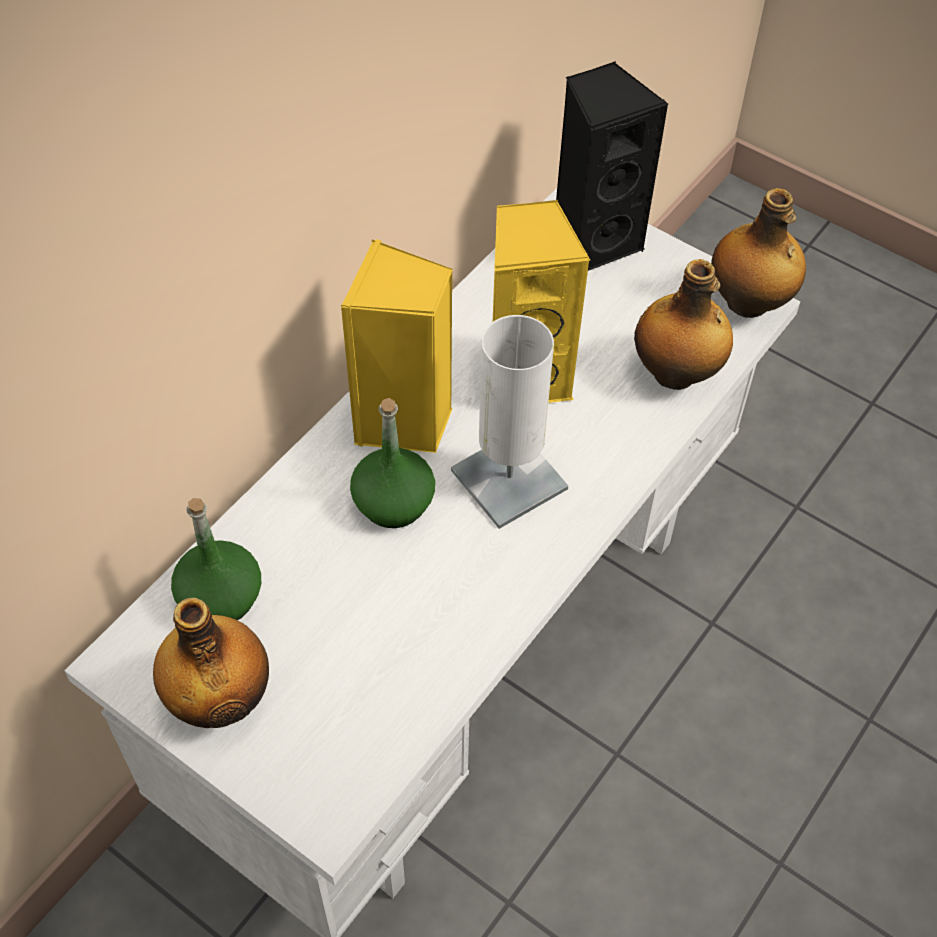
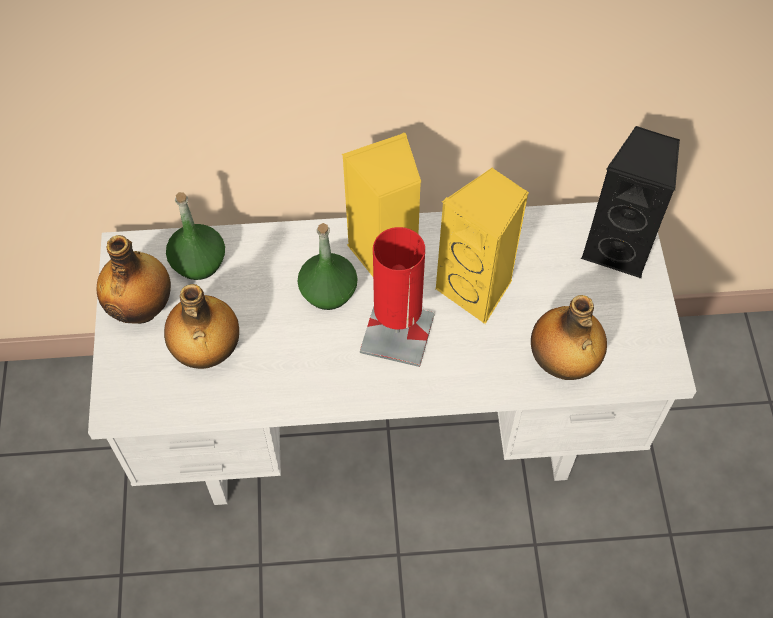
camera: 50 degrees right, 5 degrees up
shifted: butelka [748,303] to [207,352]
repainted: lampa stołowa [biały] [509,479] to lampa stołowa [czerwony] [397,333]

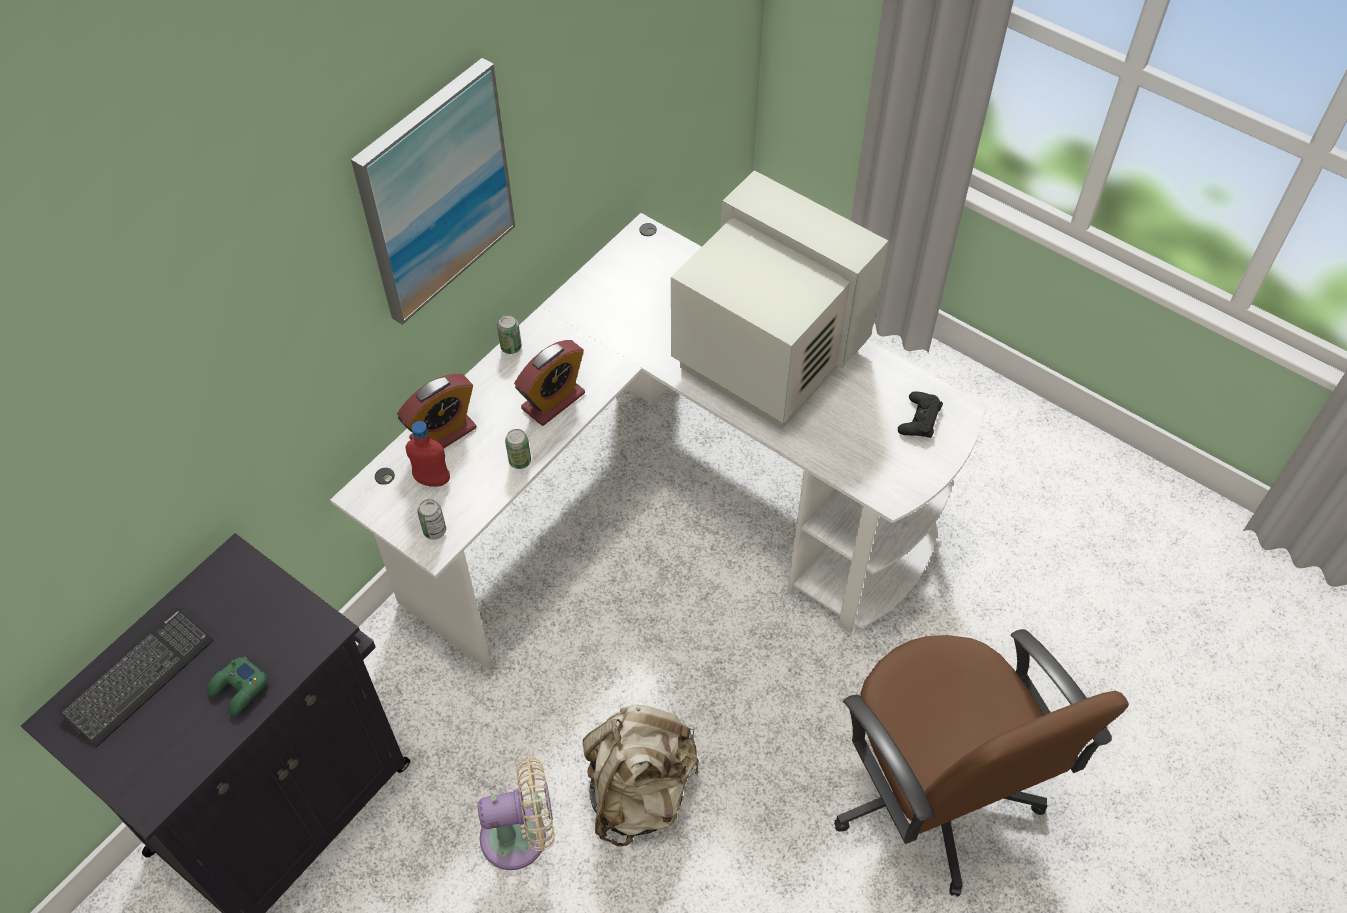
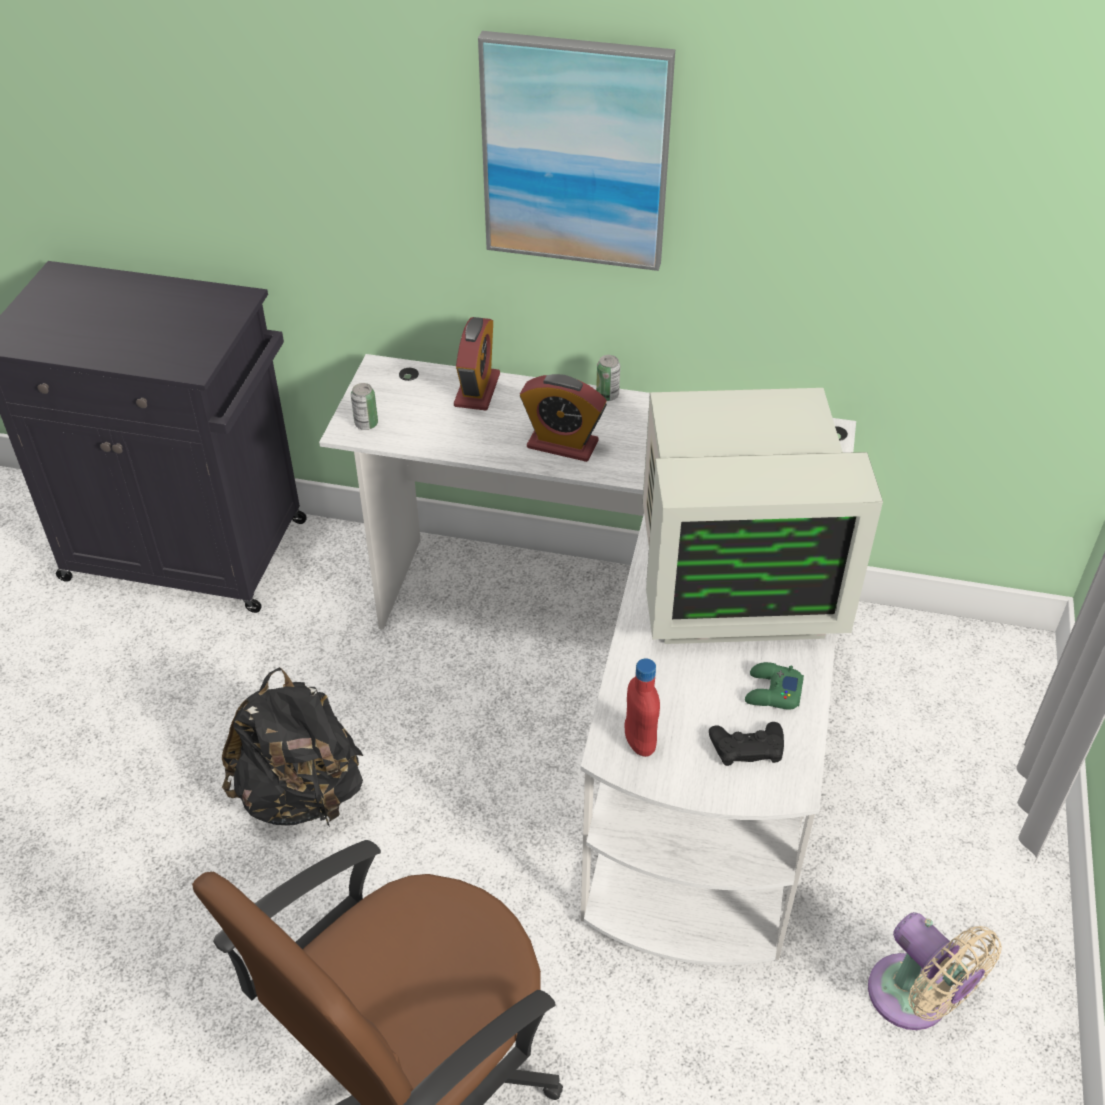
camera: 65 degrees right, 10 degrees down
gone: klawiatura [139,677]; puszka [520,461]
shifted: pad do gier [zielony] [239,689] to [772,692]; butelka [czerwony] [432,480] to [639,742]; wentylator [beżowy] [521,836] to [915,999]
repainted: plecak [beżowy] [640,791] to plecak [czarny] [301,794]
rotated: budzik [443,433] = [477,390] 105 degrees counterclockwise; monitor [766,359] = [733,581] 75 degrees clockwise

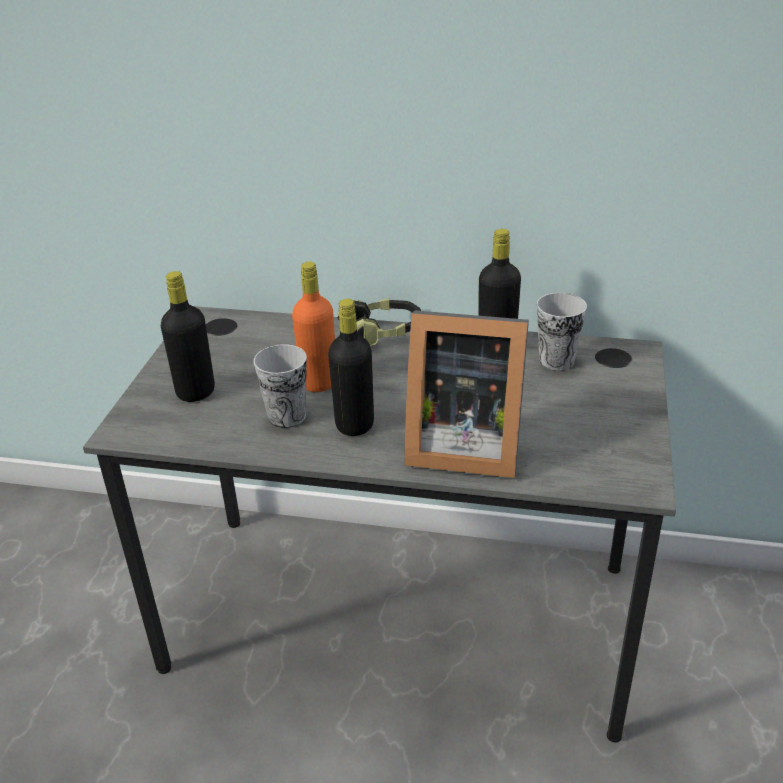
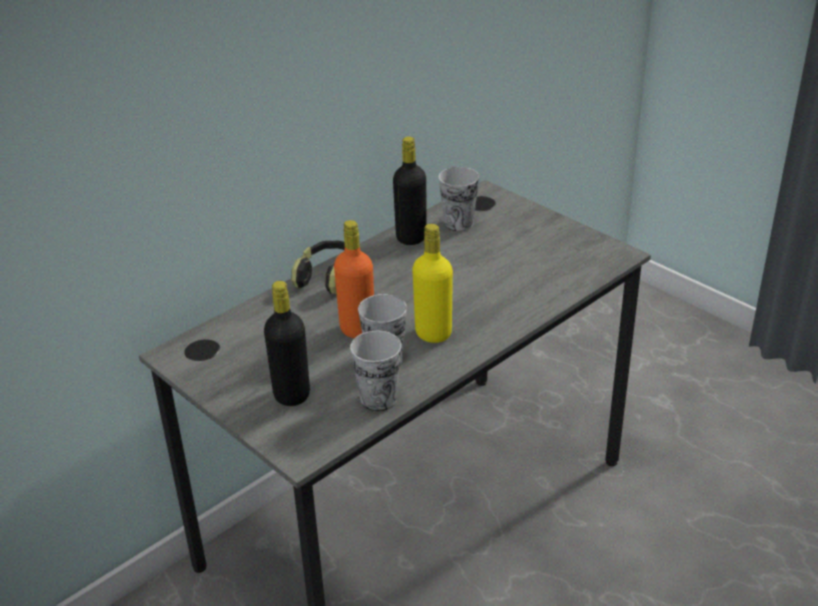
camera: 55 degrees left, 0 degrees up
gone: ramka na zdjęcie [461,446]
new: filiżanka [378,399]
repainted: butelka [czarny] [354,425] to butelka [żółty] [433,333]

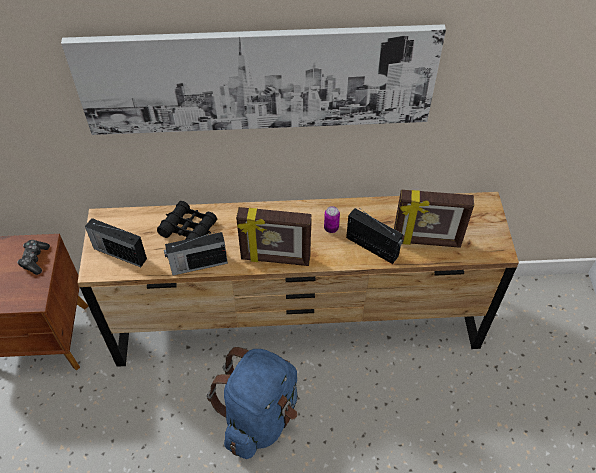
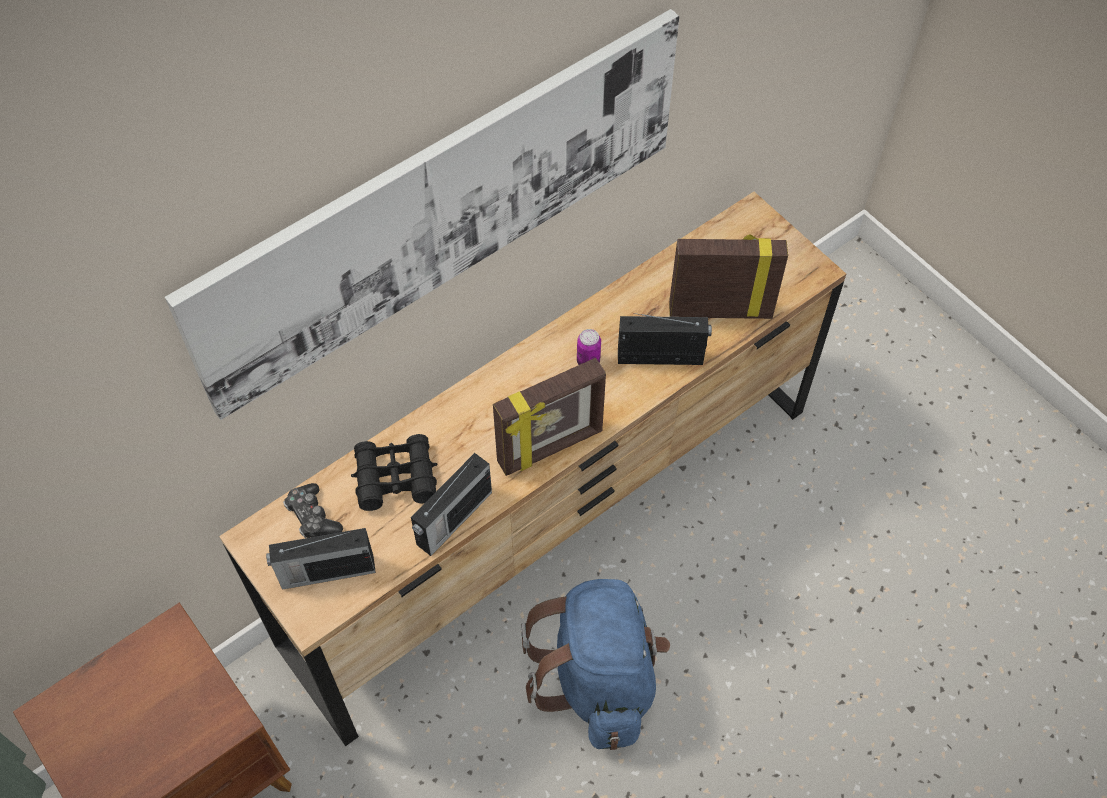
camera: 35 degrees left, 5 degrees up
shifted: pad do gier [35,259] to [313,517]
rotated: ramka na zdjęcie [426,241] = [720,310] 150 degrees counterclockwise

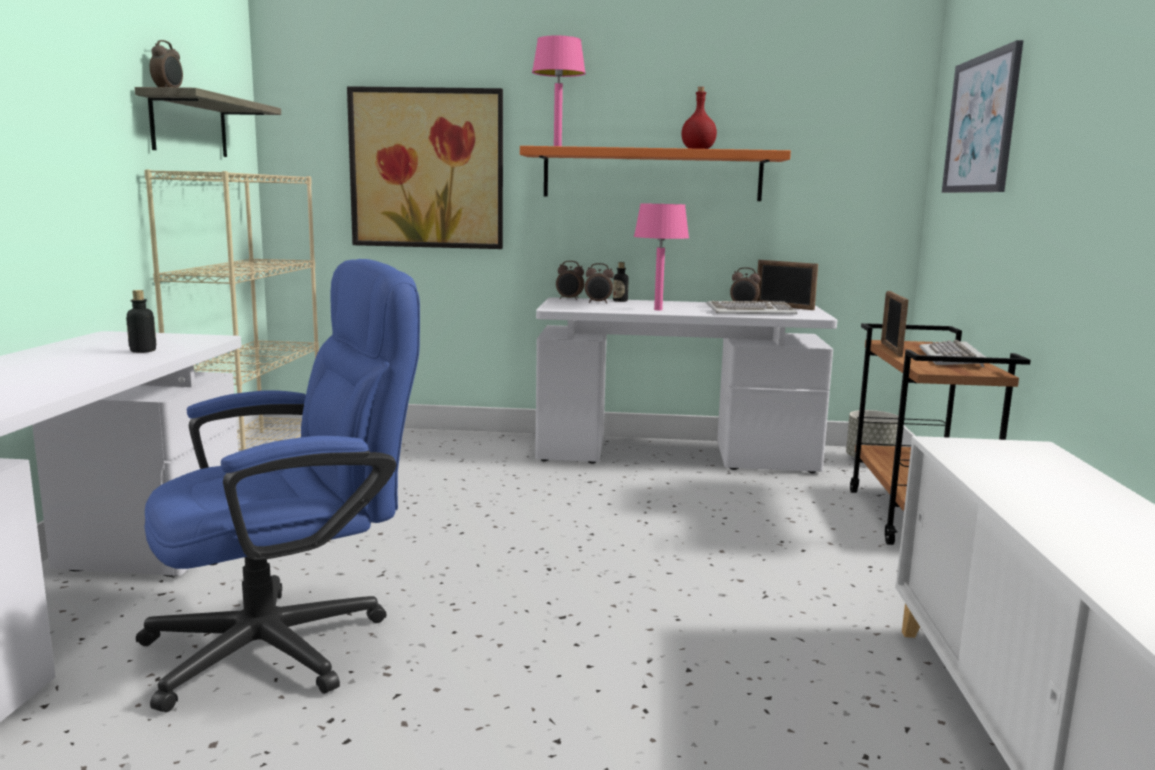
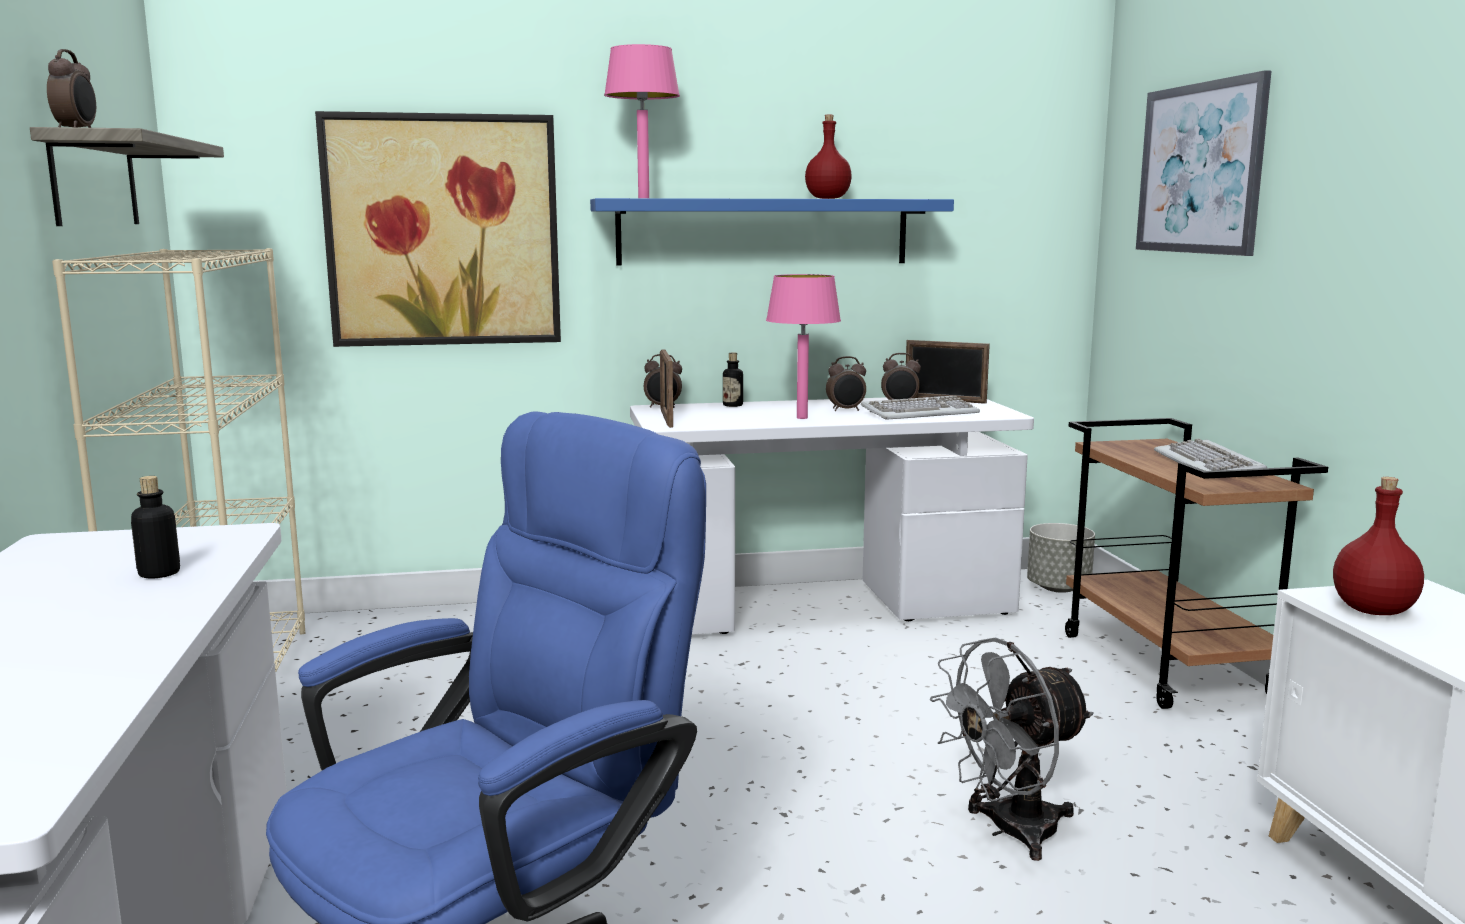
camera: 15 degrees left, 0 degrees up
new: wentylator [szary] [1009,831]; butelka [czerwony] [1371,610]
shifted: budzik [598,303] to [846,410]; ramka na zdjęcie [891,349] to [666,419]
repainted: półka [pomarańczowy] [652,174] to półka [niebieski] [763,232]

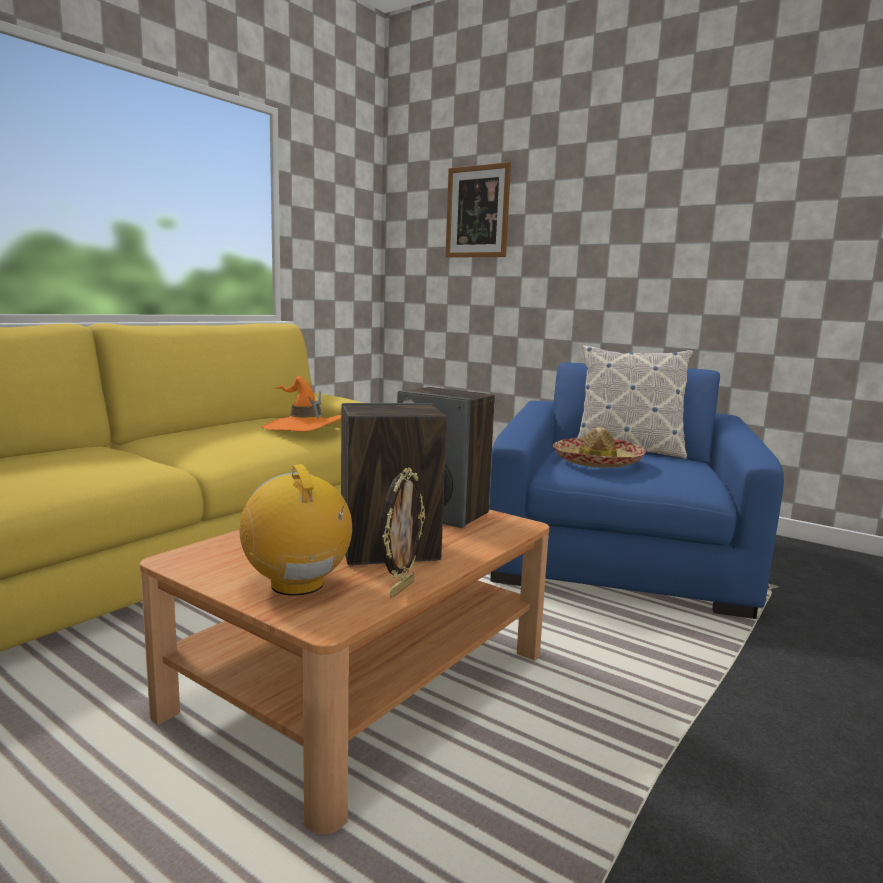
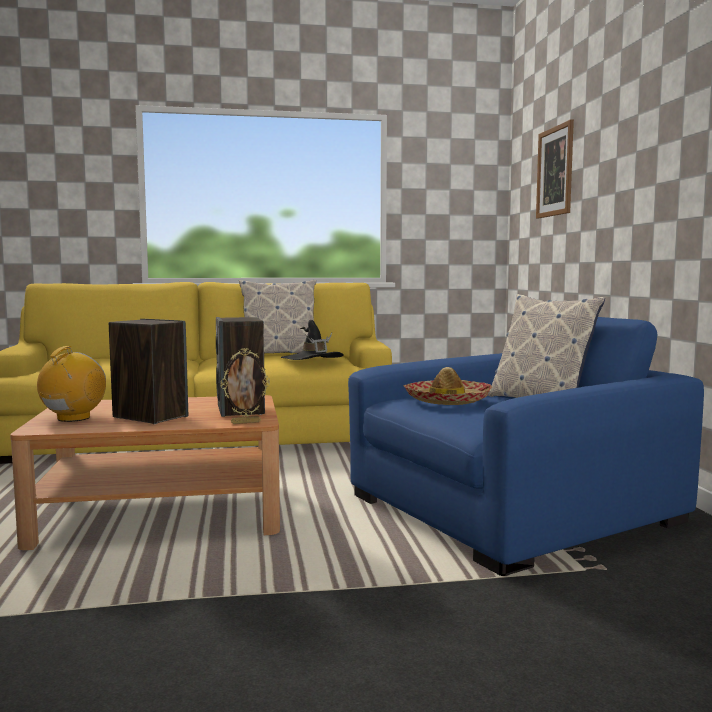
camera: 45 degrees right, 5 degrees down
new: poduszka [279,354]
shifted: ramka na zdjęcie [400,588] to [245,422]
repainted: kapelusz [pomarańczowy] [302,428] to kapelusz [czarny] [312,360]

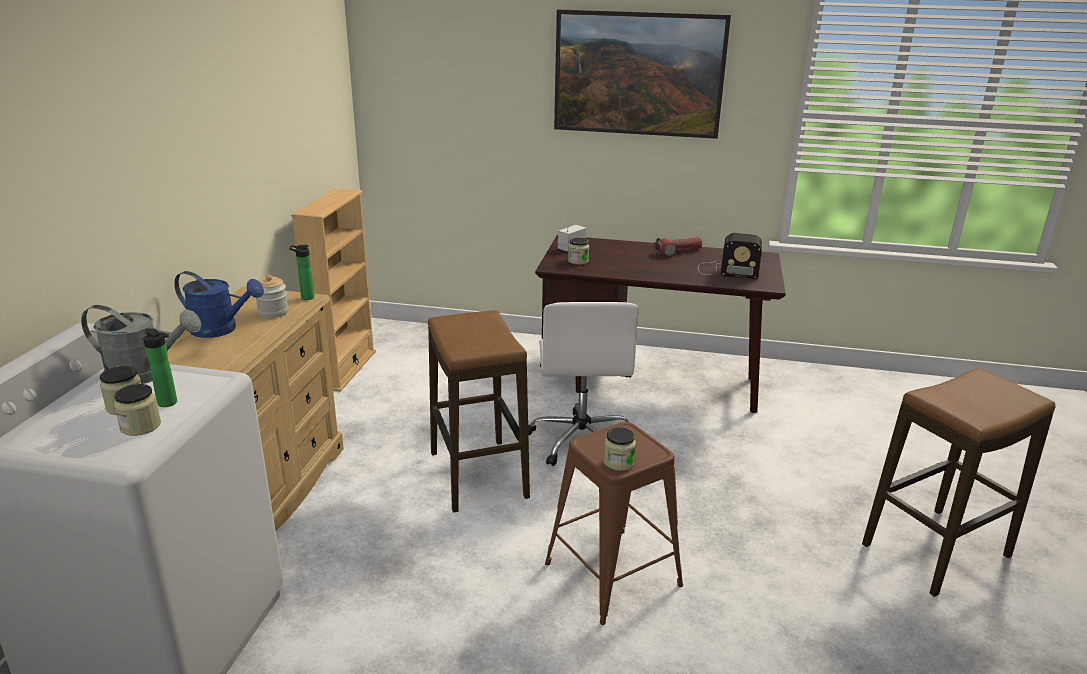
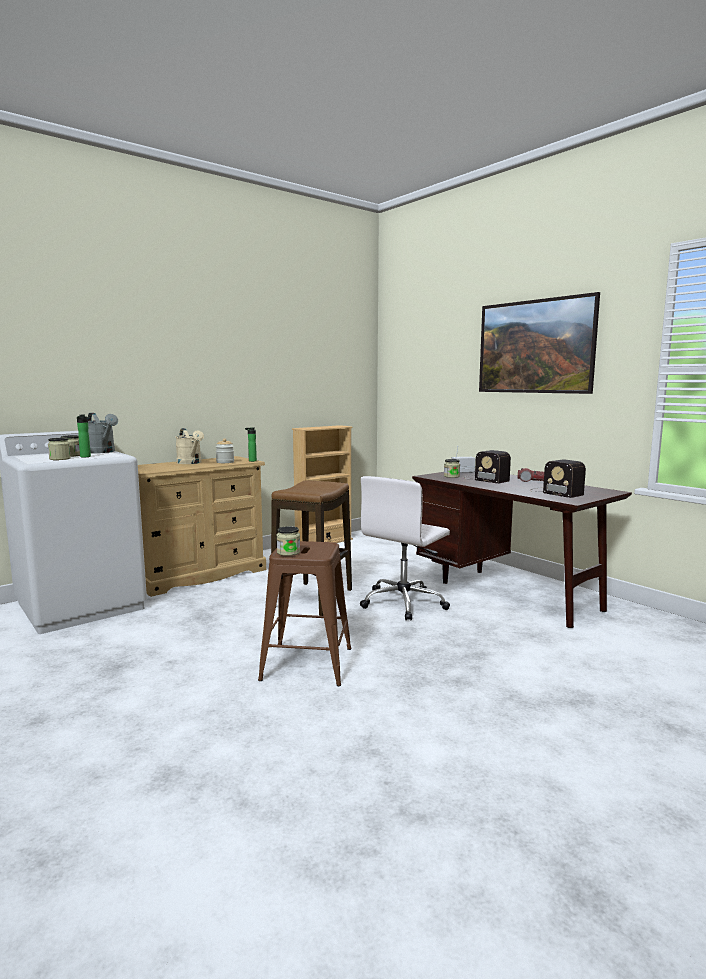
camera: 40 degrees right, 15 degrees down
gone: stołek [936,550]
new: radio [484,479]
repainted: konewka [niebieski] [221,330] to konewka [beżowy] [191,463]

